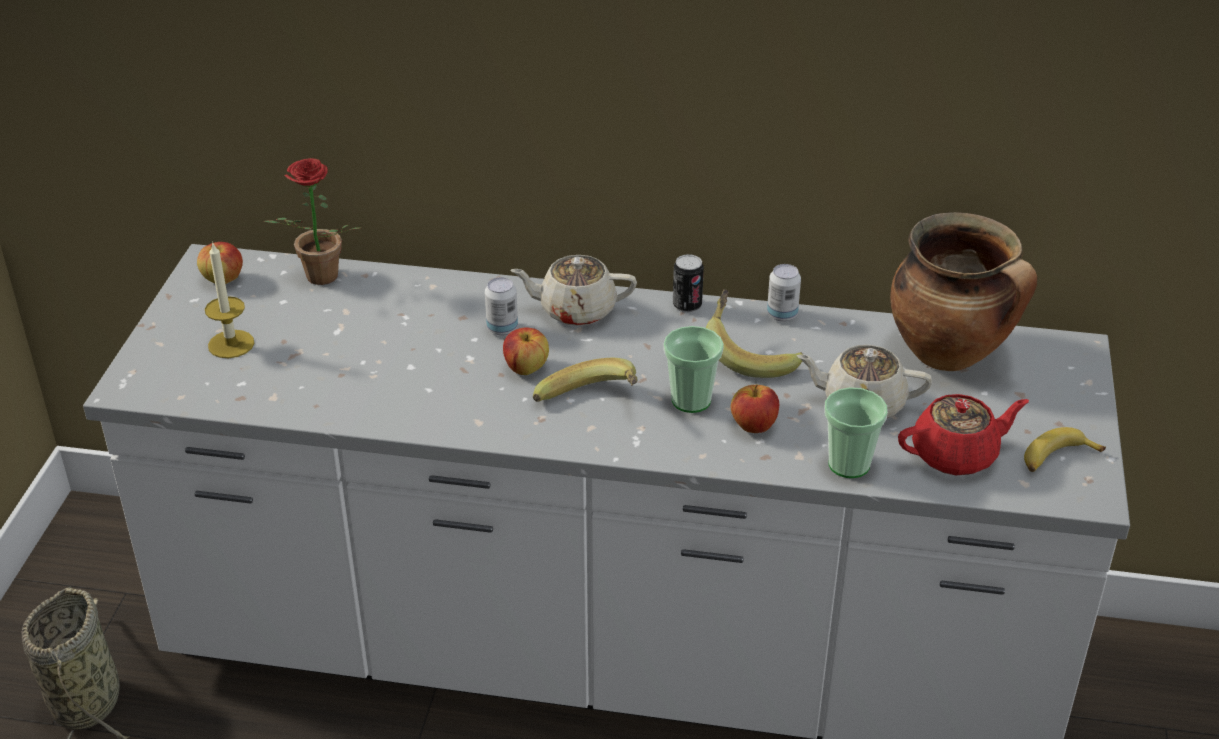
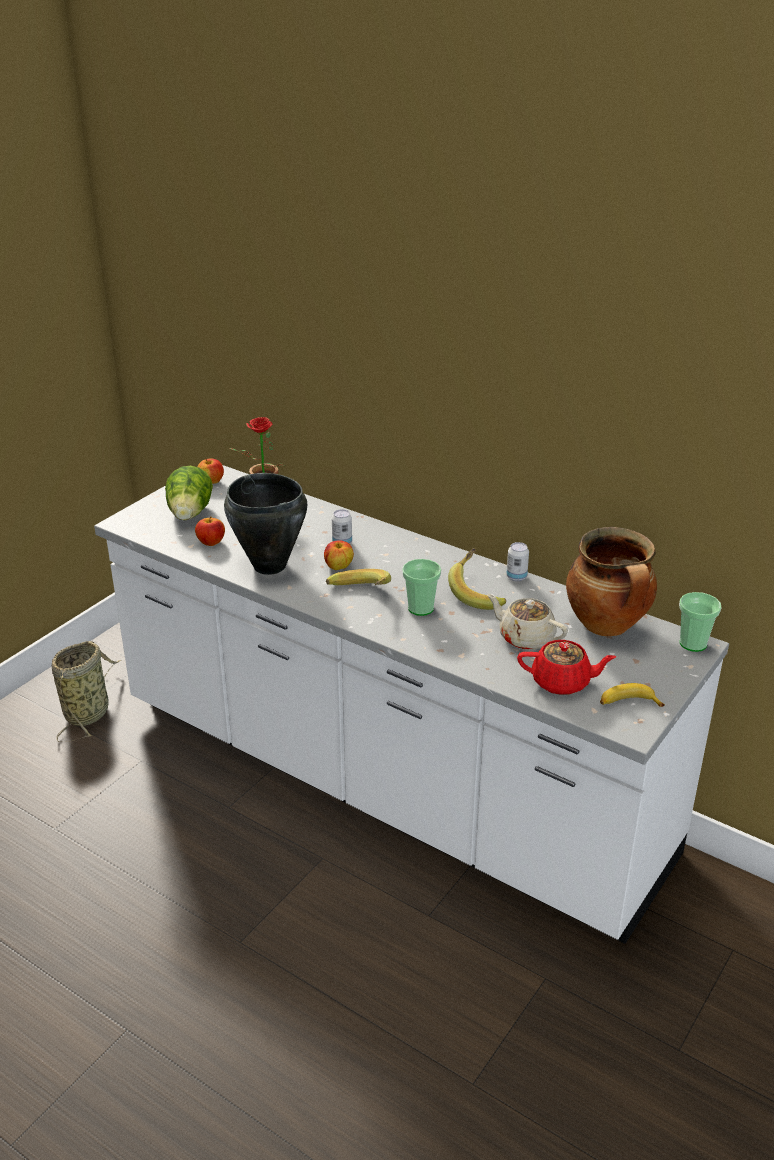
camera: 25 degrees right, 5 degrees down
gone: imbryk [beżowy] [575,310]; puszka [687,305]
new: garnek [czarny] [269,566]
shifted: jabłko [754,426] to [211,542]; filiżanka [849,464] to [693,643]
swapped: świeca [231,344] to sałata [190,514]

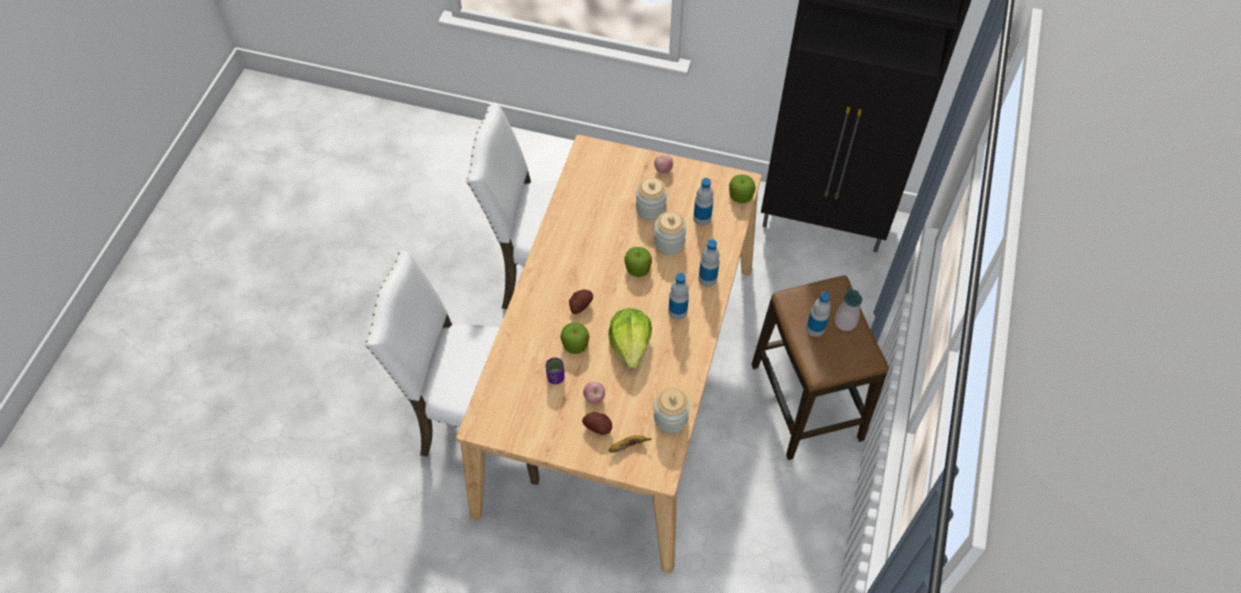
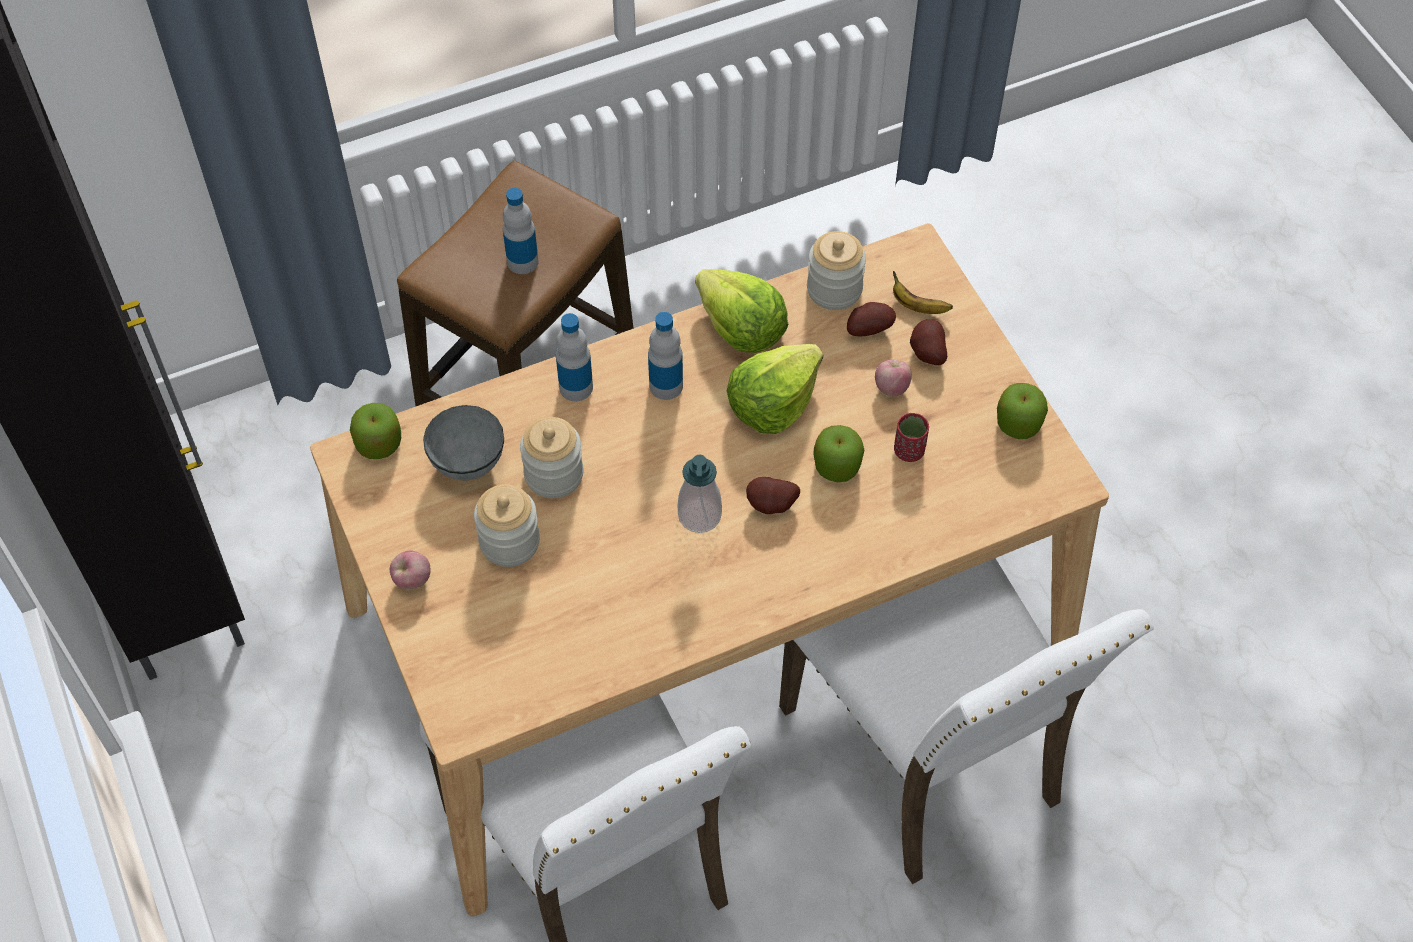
camera: 130 degrees left, 0 degrees up
new: sałata [741,328]; ziemniak [868,328]
shifted: jabłko [638,268] to [1019,423]; dozownik mydła [845,322] to [699,515]
swapped: butelka [702,218] to miska [szary] [469,463]
repainted: filiżanka [fioletowy] [555,377] to filiżanka [czerwony] [909,451]

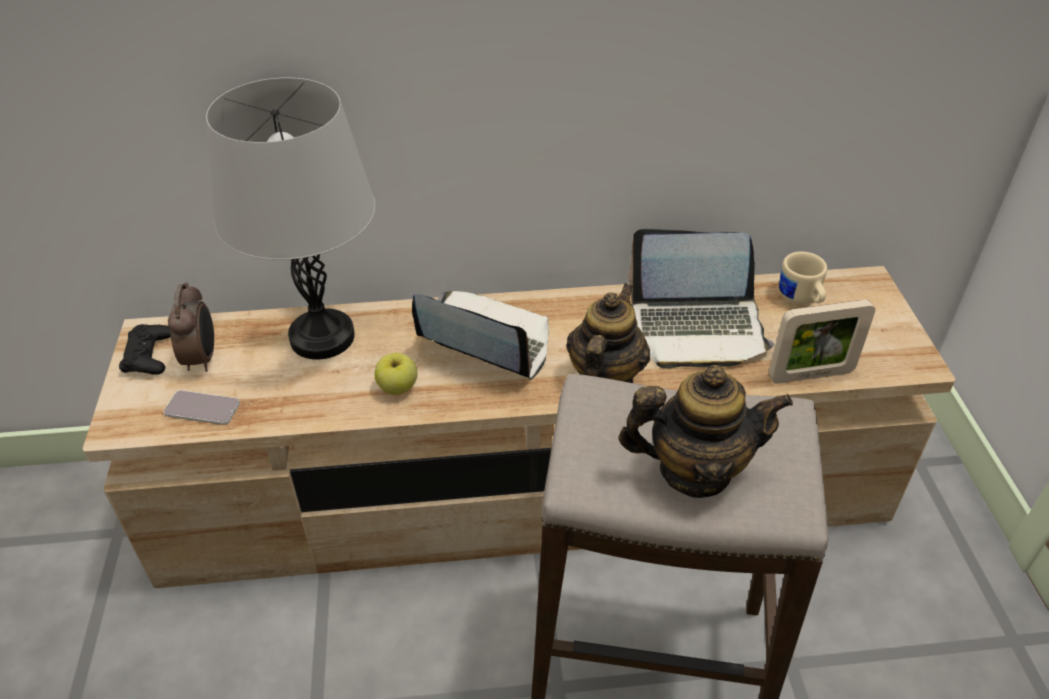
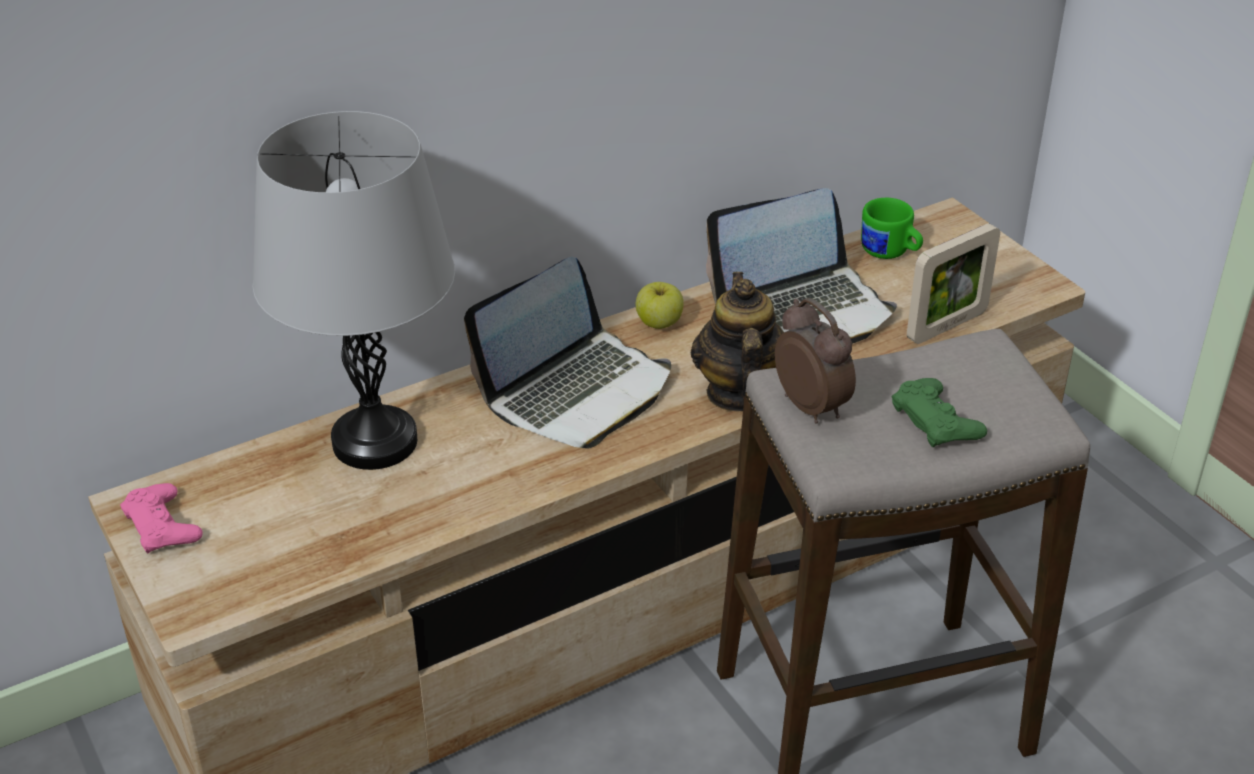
camera: 25 degrees left, 5 degrees down
gone: telefon [202,408]
shifted: budzik [202,358] to [812,406]; jabłko [398,387] to [659,323]
swapped: imbryk [694,470] to pad do gier [zielony] [936,420]
repainted: pad do gier [czarny] [149,355] to pad do gier [różowy] [162,525]; kubek [beżowy] [800,299] to kubek [zielony] [890,253]
rotated: laptop [485,341] = [577,391] 135 degrees clockwise

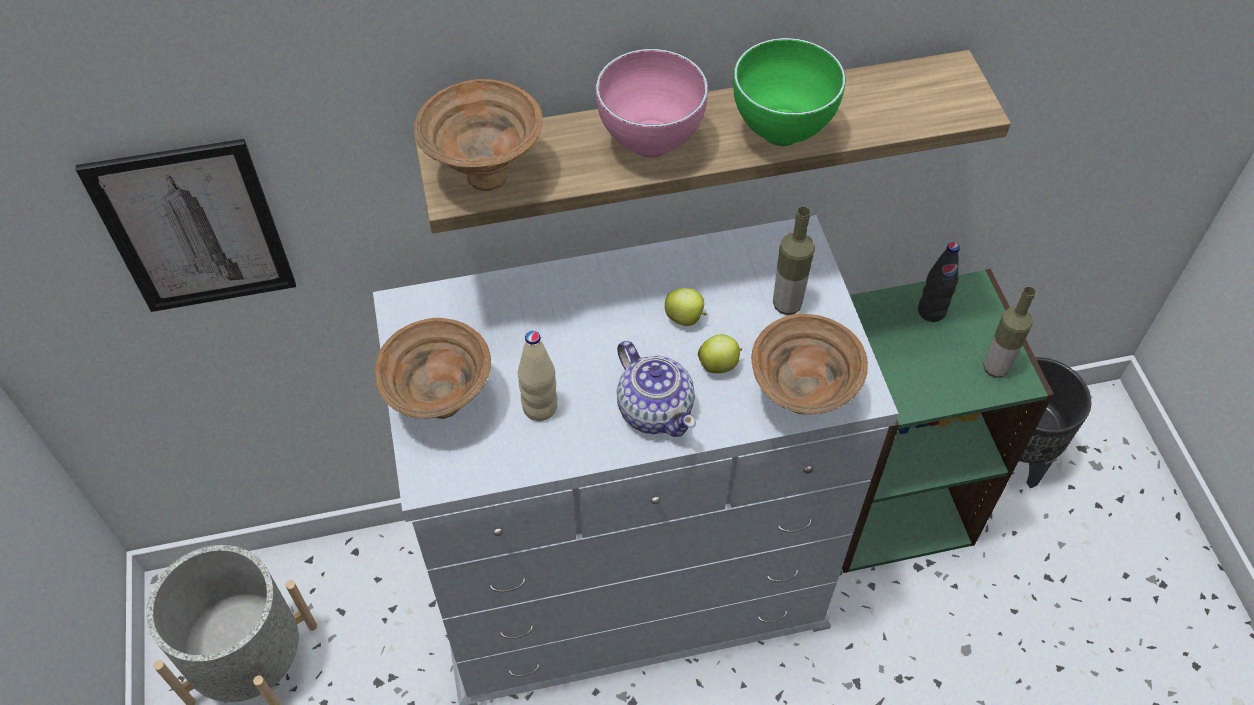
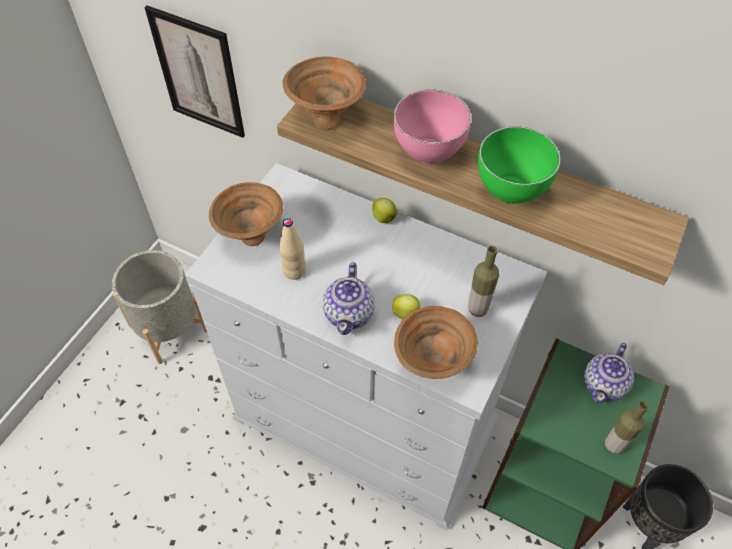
camera: 40 degrees right, 0 degrees up
shifted: jabłko [685,318] to [384,219]
swapped: butelka [czarny] [931,311] to imbryk [604,384]

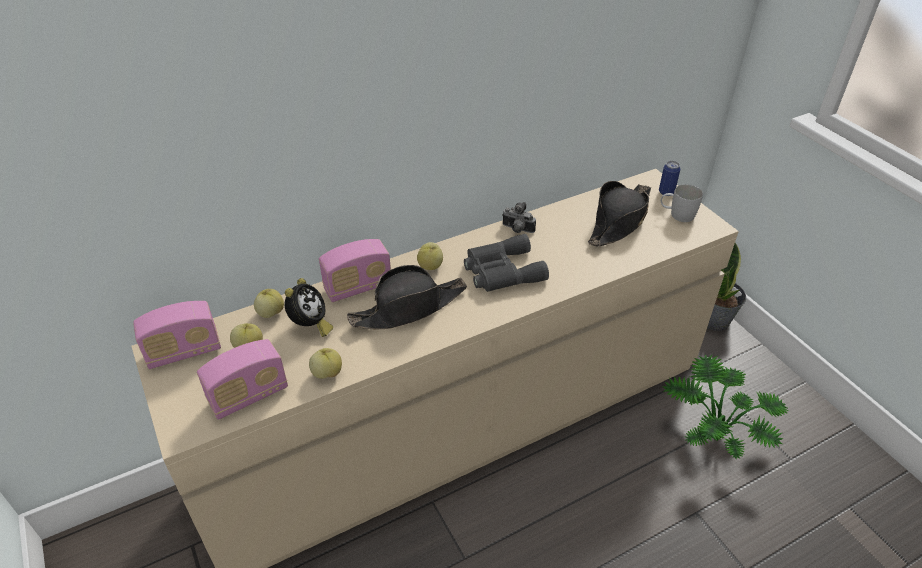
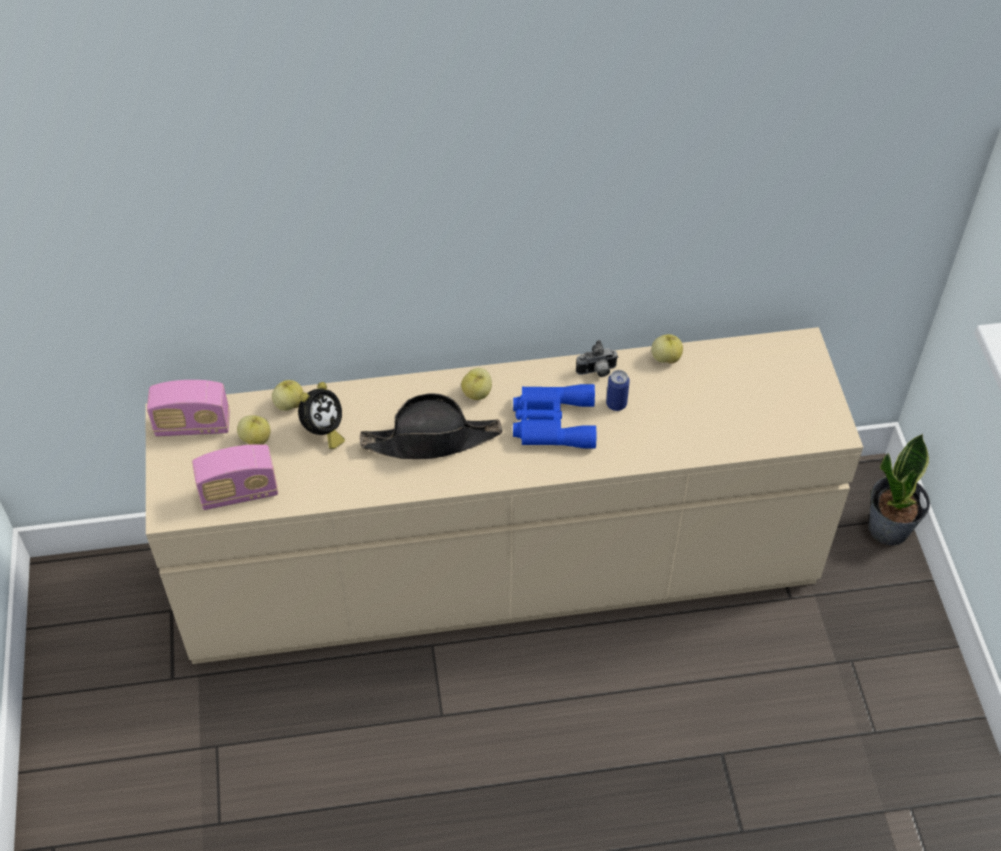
camera: 20 degrees right, 10 degrees up
gone: radio [358,287]; kapelusz [czarny] [619,221]; kubek [biały] [677,214]; roślina doniczkowa [714,433]
shifted: jabłko [327,373] to [665,358]; puszka [666,192] to [616,404]
repainted: lornetka [szary] [501,271] to lornetka [niebieski] [551,422]
rotated: aparat fotograficzny [517,230] = [597,372] 60 degrees counterclockwise

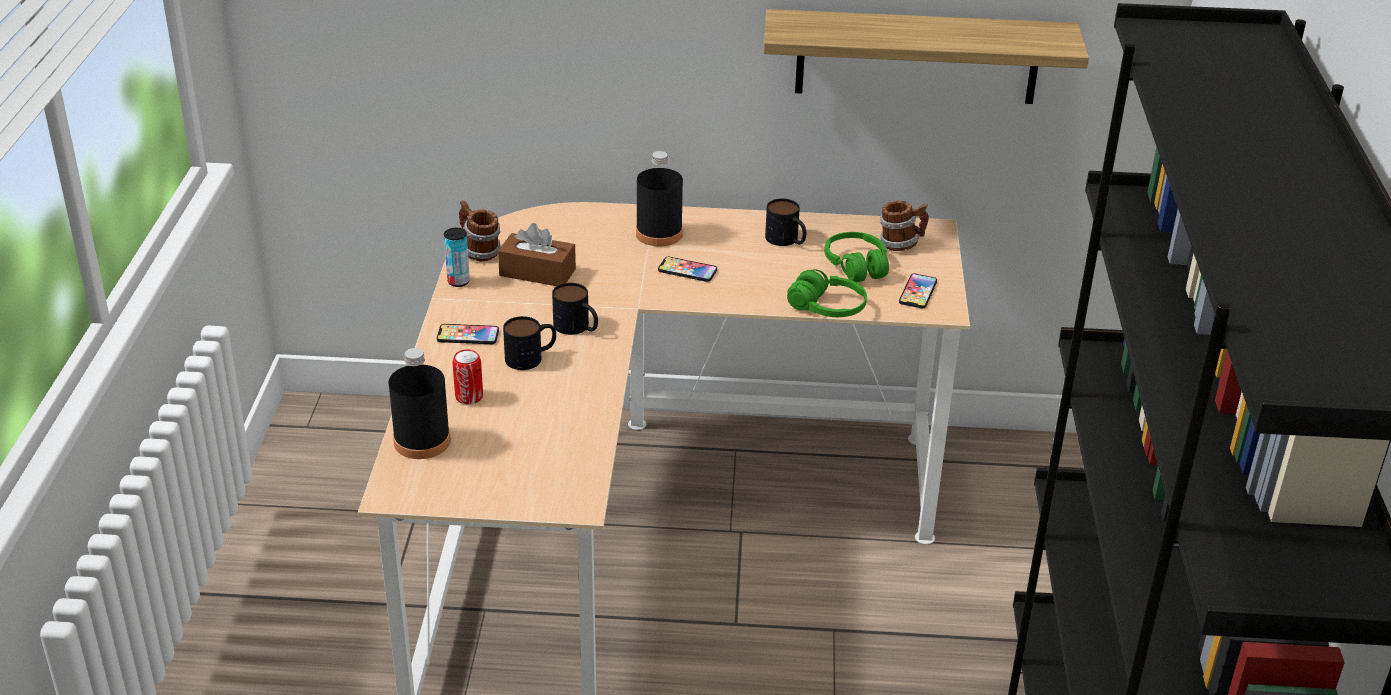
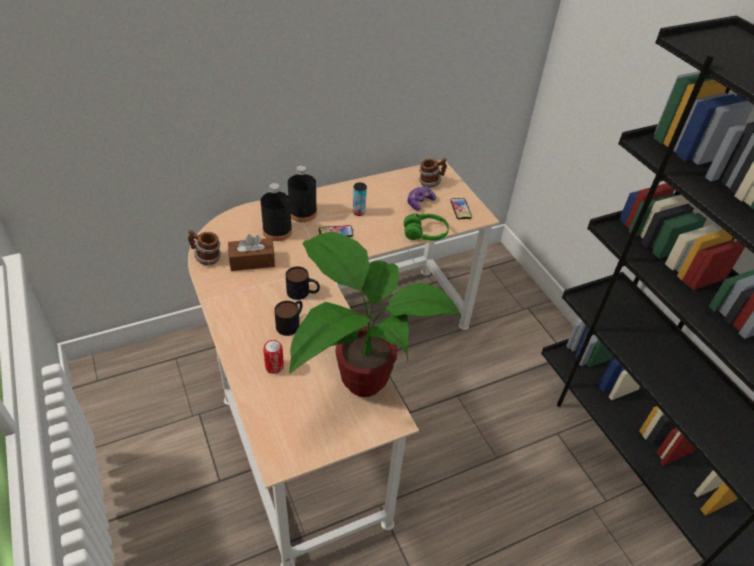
camera: 30 degrees left, 10 degrees up
gone: telefon [468,335]; półka [917,57]; kubek [787,241]
new: roślina doniczkowa [358,378]
shifted: butelka [czarny] [422,441] to [277,231]; puszka [458,281] to [359,212]
swapped: słuchawki [zielony] [856,266] to pad do gier [419,202]

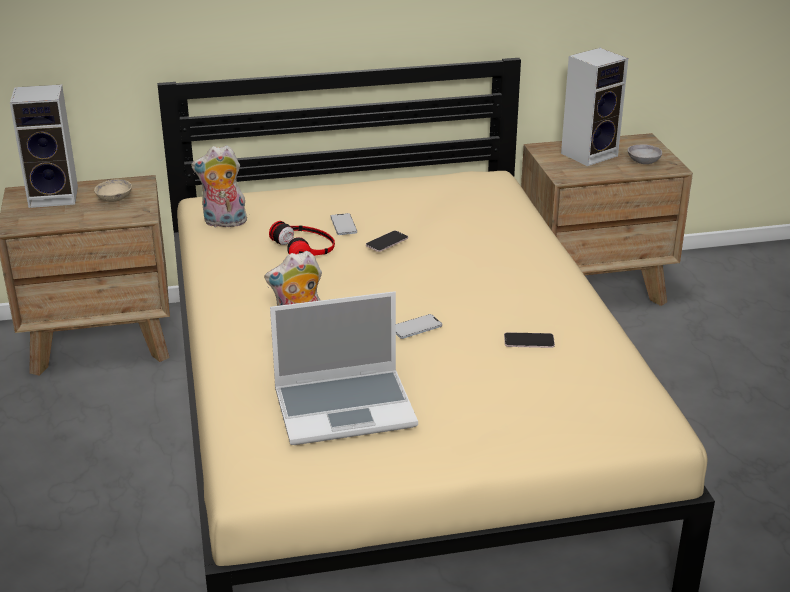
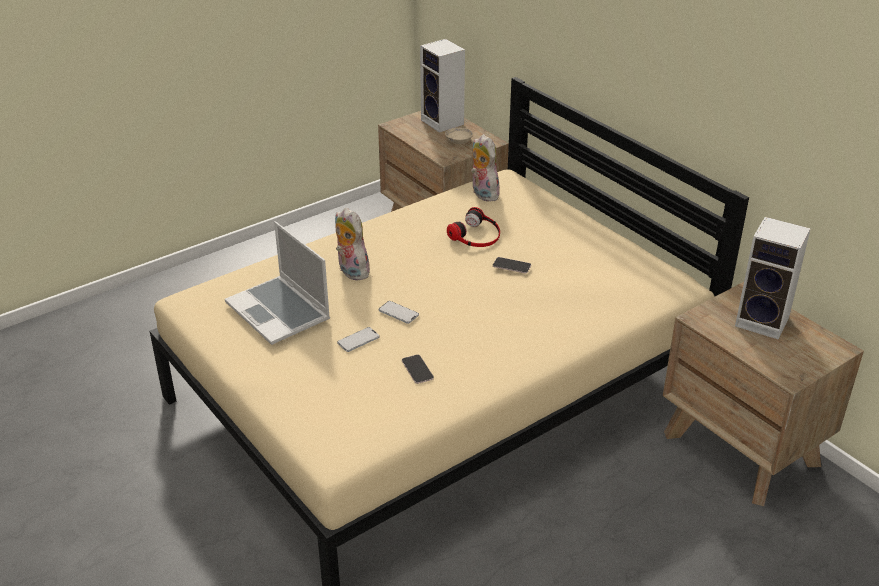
camera: 65 degrees right, 5 degrees up
gone: miska [szary] [643,162]
shifted: telefon [343,225] to [358,340]

